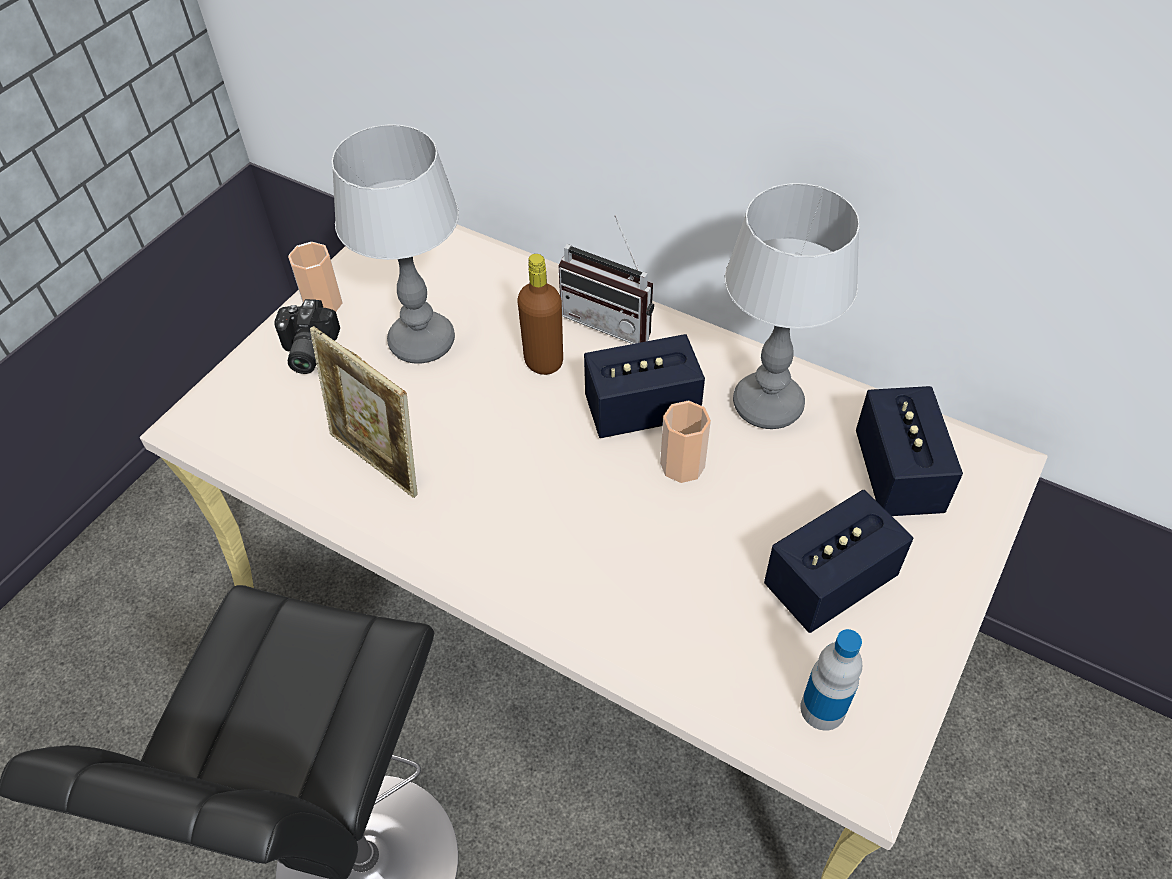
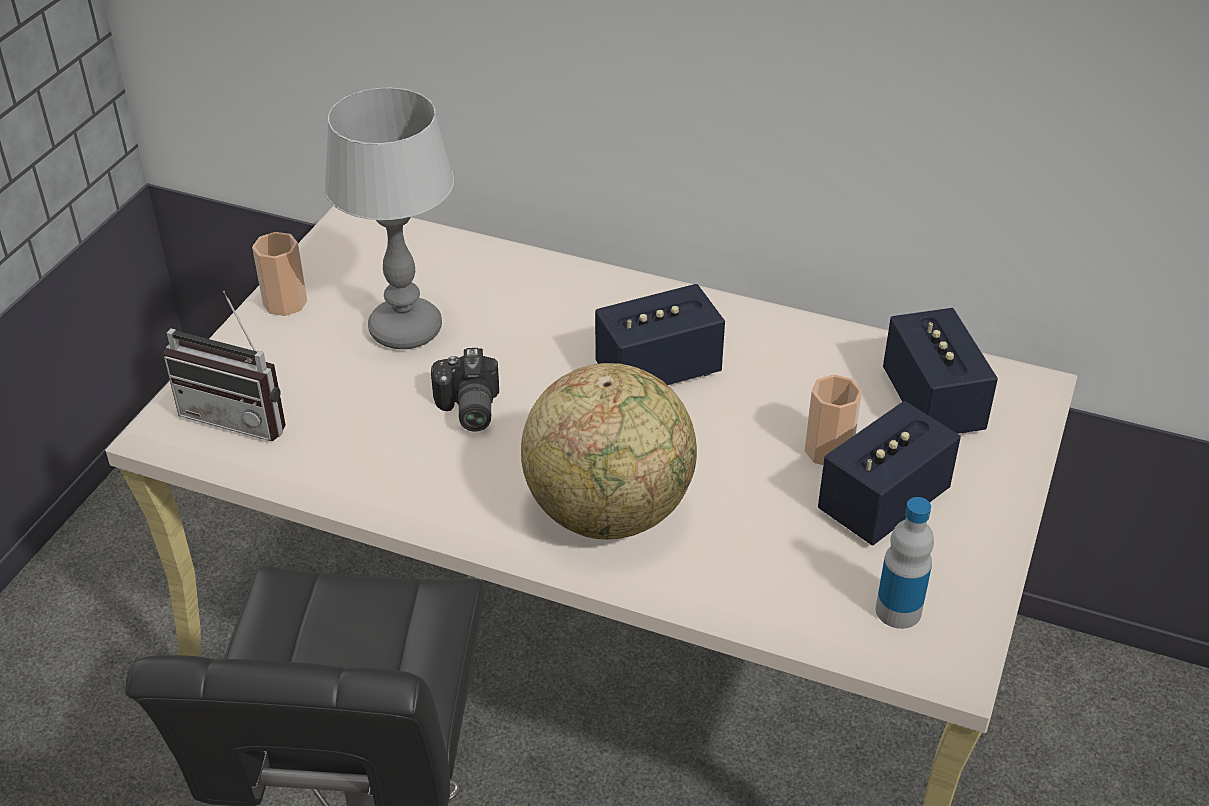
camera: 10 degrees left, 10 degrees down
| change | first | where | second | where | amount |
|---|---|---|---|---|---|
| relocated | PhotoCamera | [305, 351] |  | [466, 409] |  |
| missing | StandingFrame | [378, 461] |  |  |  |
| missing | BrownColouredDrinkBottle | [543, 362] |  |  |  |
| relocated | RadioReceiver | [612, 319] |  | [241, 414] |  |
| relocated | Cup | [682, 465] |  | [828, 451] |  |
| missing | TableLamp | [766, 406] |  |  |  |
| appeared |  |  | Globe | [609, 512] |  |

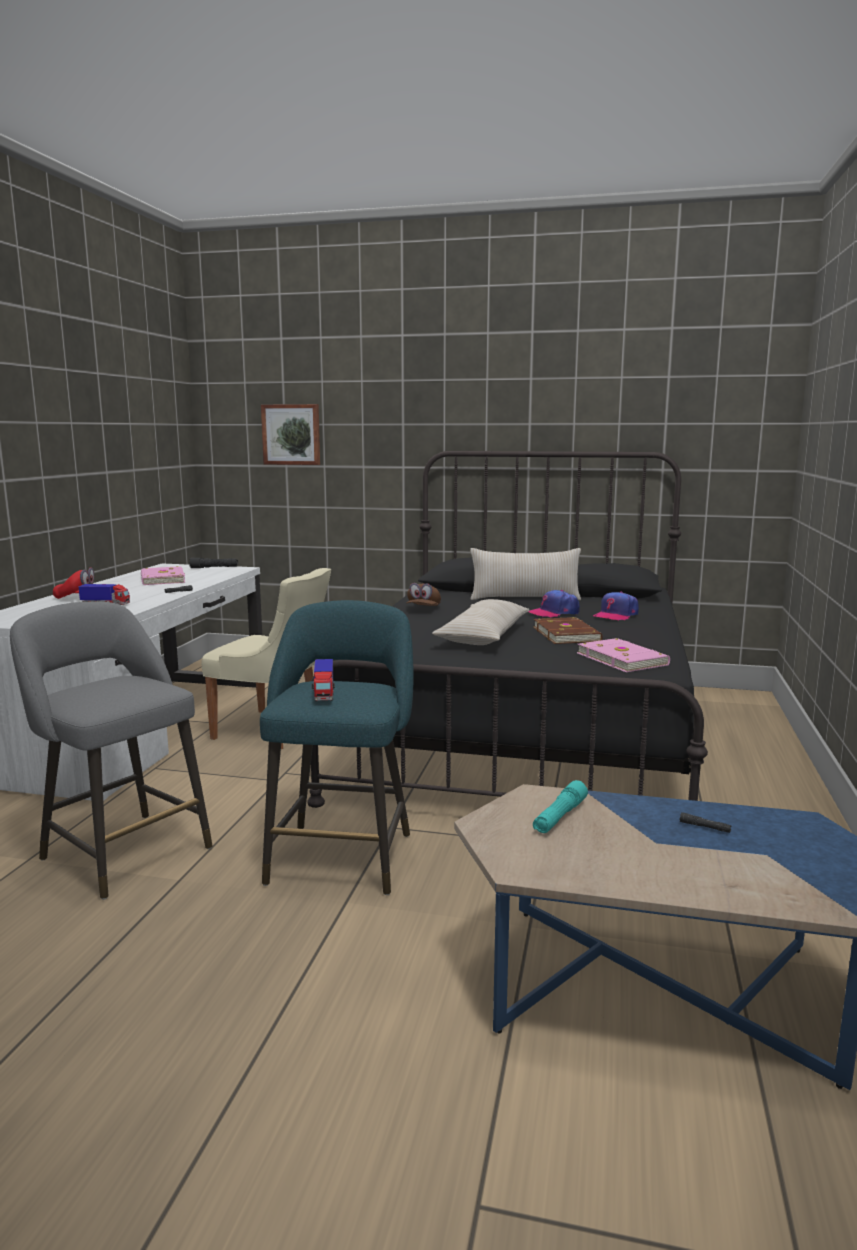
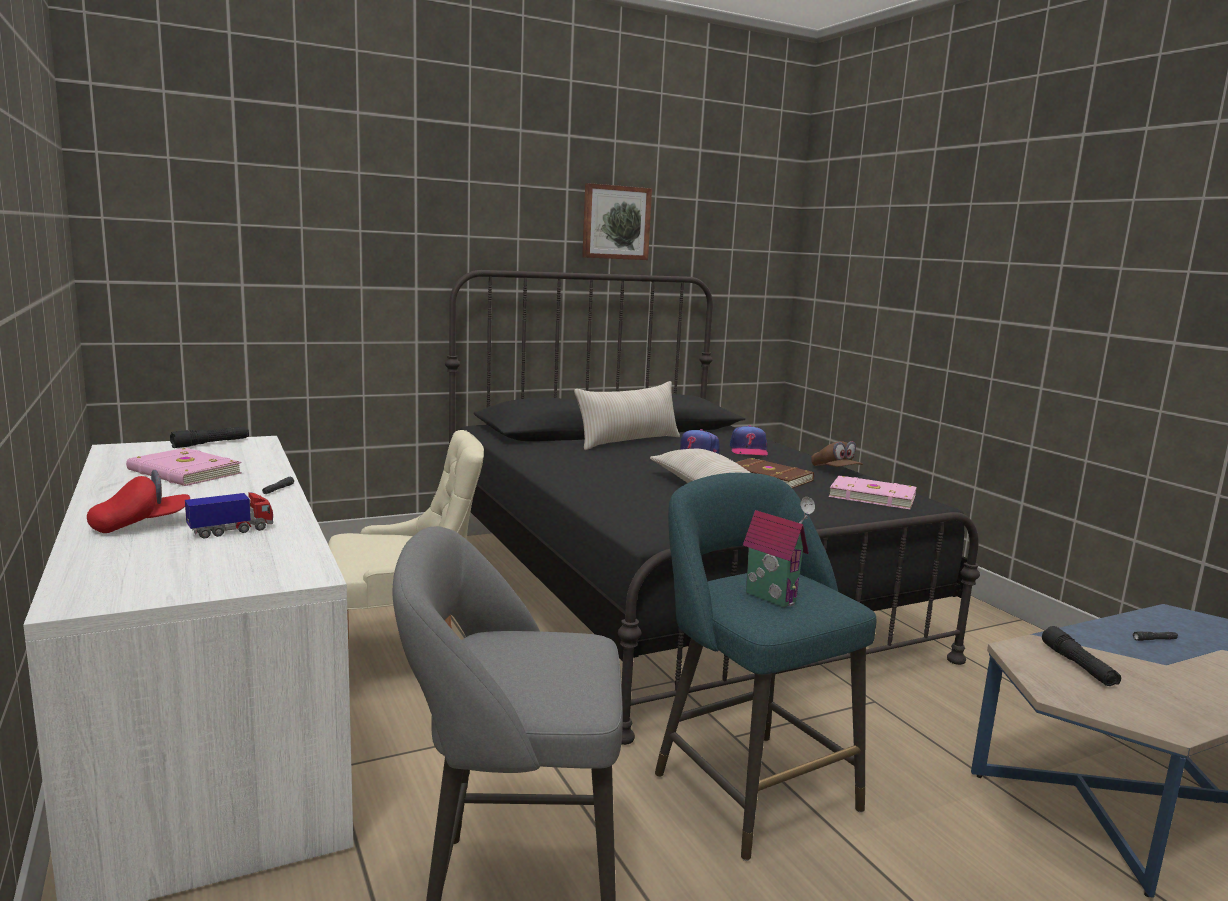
camera: 40 degrees left, 0 degrees up
| change | first | where | second | where | amount |
|---|---|---|---|---|---|
| relocated | WallArt | [291, 434] |  | [615, 222] |  |
| exchanged | ToyLorry | [324, 694] | ToyHouse | [773, 596] |  |
| relocated | BrownColouredBaseballCap | [423, 609] |  | [835, 471] |  |
| colour | BlueGreenFlashlight | [559, 817] | BlackColouredFlashlight | [1078, 666] |  |

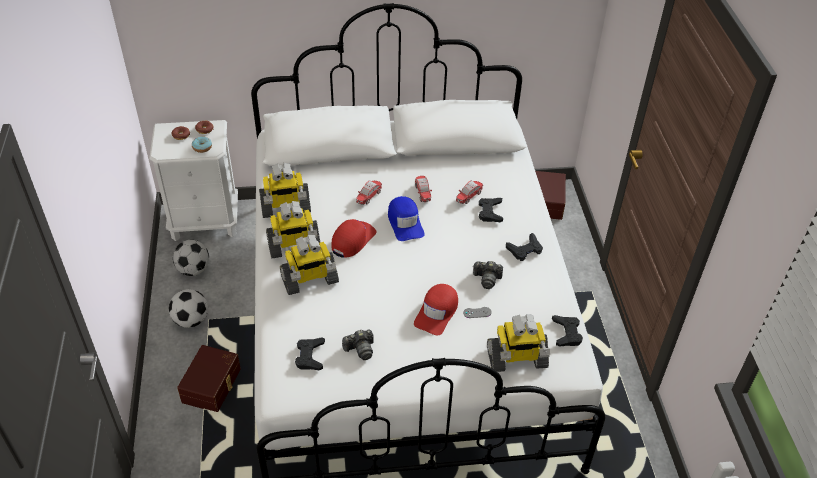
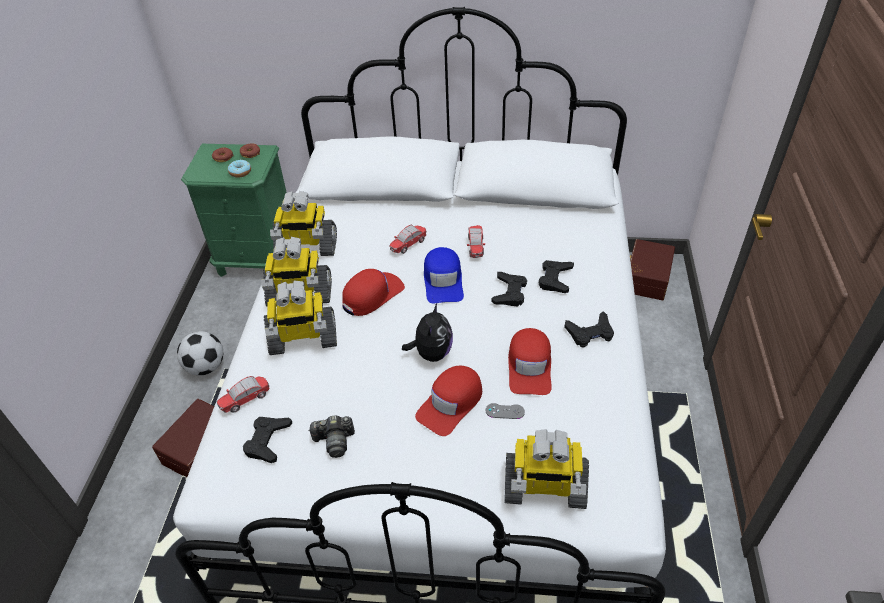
camera: 15 degrees right, 0 degrees up
| change | first | where | second | where | amount |
|---|---|---|---|---|---|
| colour | WhiteNightstand | [205, 221] | GreenishNightstand | [258, 259] |  |
| missing | BallForFootball | [193, 269] |  |  |  |
| relocated | ToyCar | [469, 197] |  | [246, 400] |  |
| exchanged | PhotoCamera | [487, 279] | RedBaseballCap | [530, 366] |  |
| relocated | BlackColouredJoypad | [566, 333] |  | [509, 292] |  |
| appeared |  |  | CuddlyToy | [431, 353] |  |

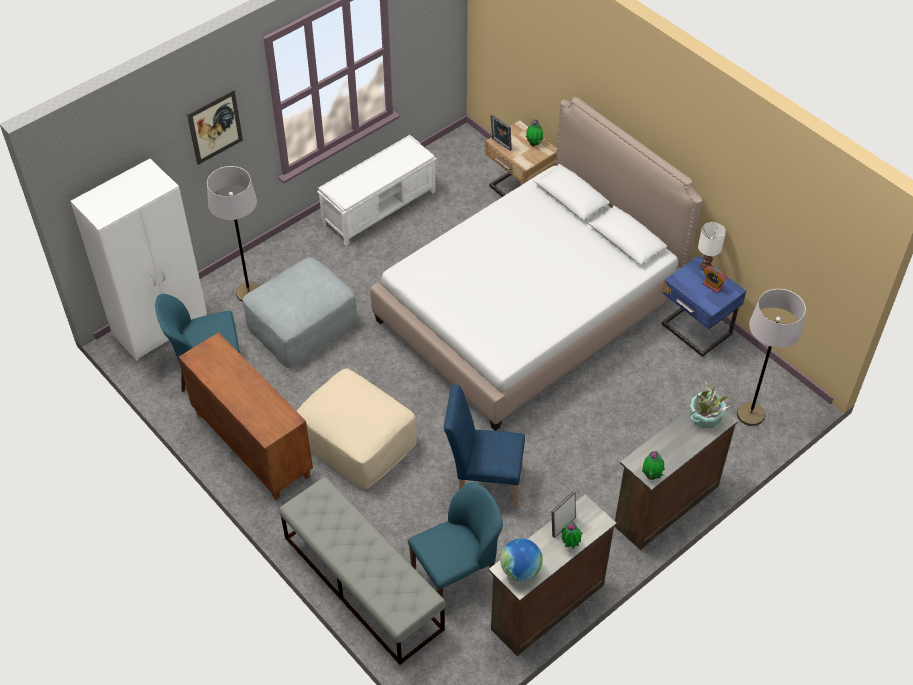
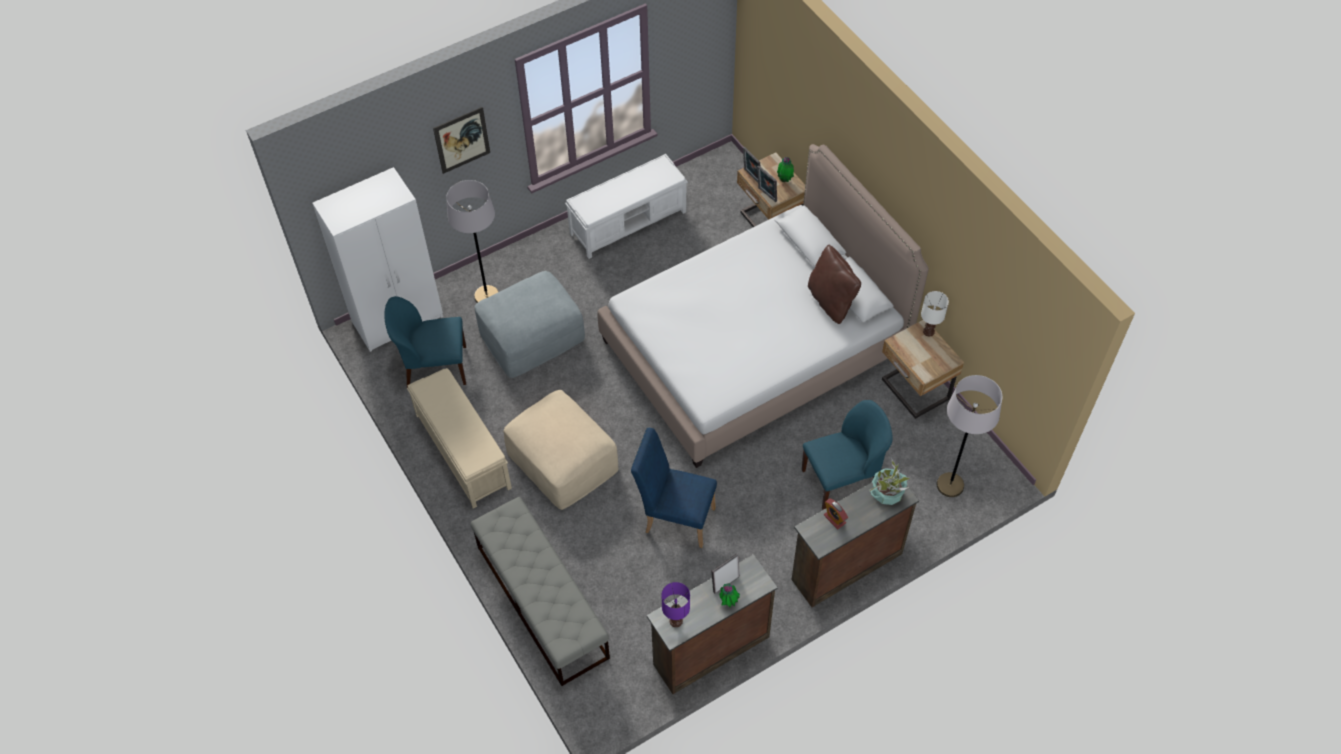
camera: 10 degrees right, 5 degrees up
| change | first | where | second | where | amount |
|---|---|---|---|---|---|
| exchanged | BrownColouredCabinet | [251, 445] | BeigeLongSeat | [462, 450] |  |
| relocated | BlueColouredPlainChair | [456, 572] |  | [841, 479] |  |
| exchanged | Globe | [521, 570] | PurpleColouredTableLamp | [676, 621] |  |
| missing | PottedPlant | [651, 476] |  |  |  |
| colour | BlueColouredNightstand | [695, 331] | BeigeNightstand | [914, 391] |  |
| relocated | BedsideClock | [712, 285] |  | [834, 519] |  |
| appeared |  |  | StandingFrame | [766, 195] |  |
| appeared |  |  | BrownColouredThrowPillow | [831, 301] |  |

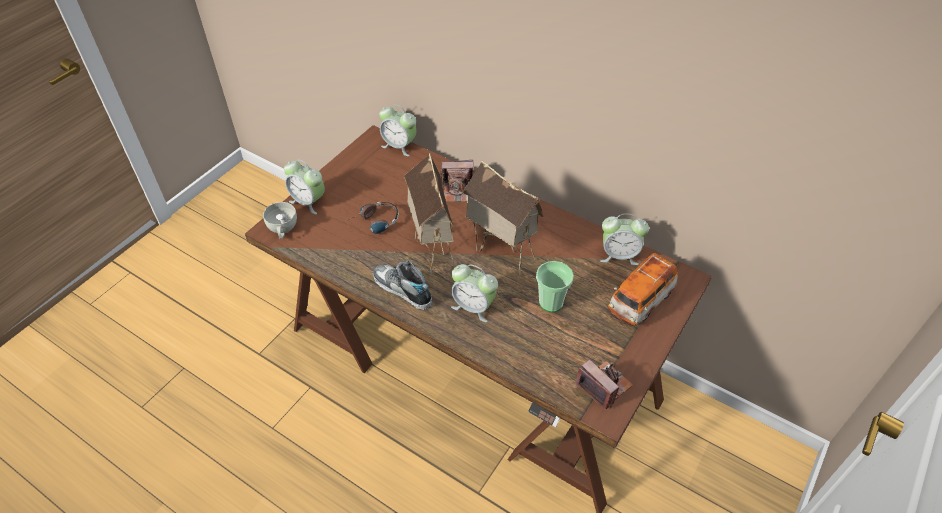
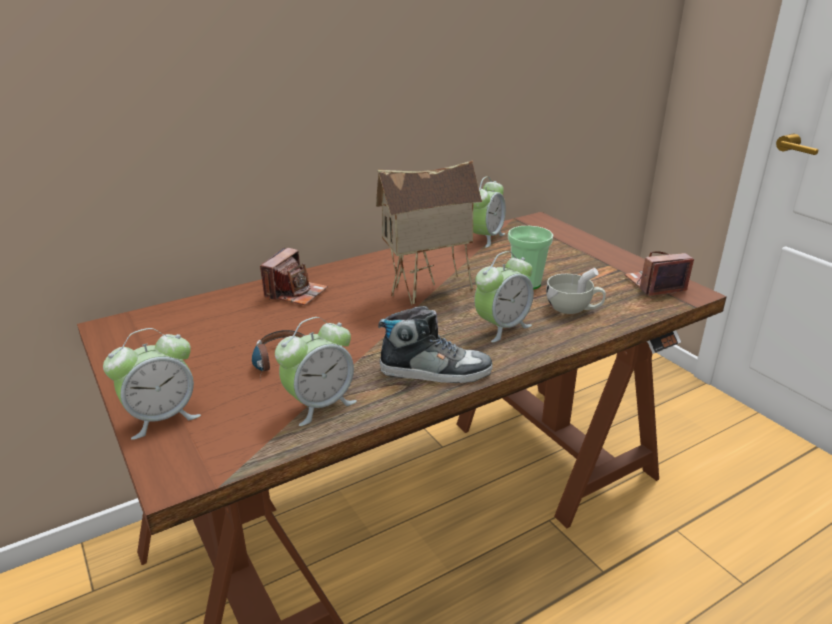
camera: 65 degrees left, 20 degrees down
| change | first | where | second | where | amount |
|---|---|---|---|---|---|
| relocated | WhiteCup | [282, 229] |  | [573, 309] |  |
| spun | LowShoe | [402, 290] |  | [435, 371] | 150 degrees counterclockwise |
| relocated | BedsideClock | [399, 146] |  | [319, 405] |  |
| missing | ToyHouse | [432, 250] |  |  |  |
| missing | ToyCar | [640, 301] |  |  |  |

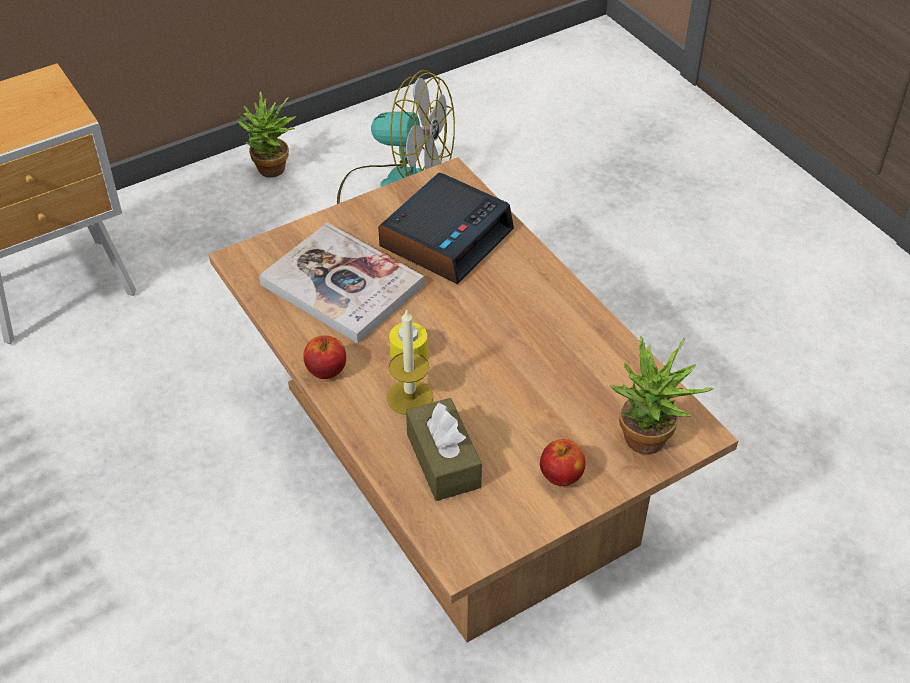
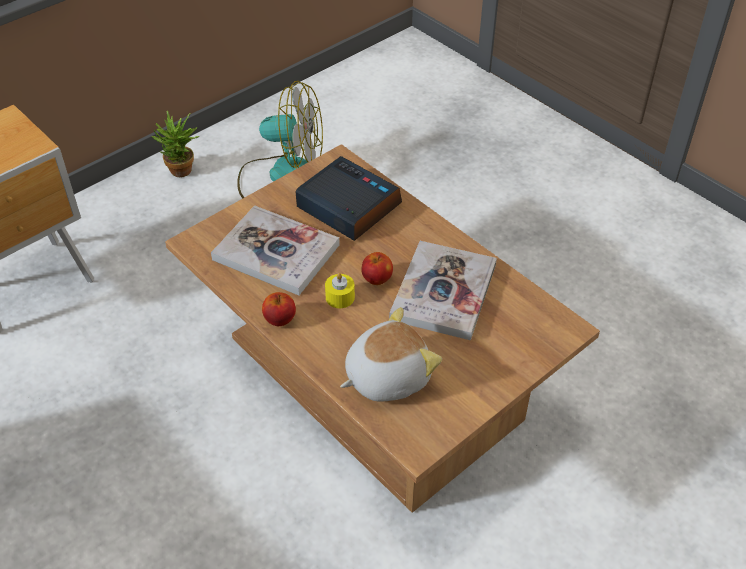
camera: 10 degrees left, 0 degrees up
| change | first | where | second | where | amount |
|---|---|---|---|---|---|
| spun | BedsideClock | [446, 238] |  | [347, 206] | 75 degrees counterclockwise |
| missing | WaxCandle | [410, 397] |  |  |  |
| exchanged | BrownColouredTissueBox | [443, 460] | CuddlyToy | [386, 376] |  |
| relocated | WholeApple | [561, 476] |  | [377, 279] |  |
| missing | PottedPlant | [649, 445] |  |  |  |
| appeared |  |  | Book | [443, 292] |  |

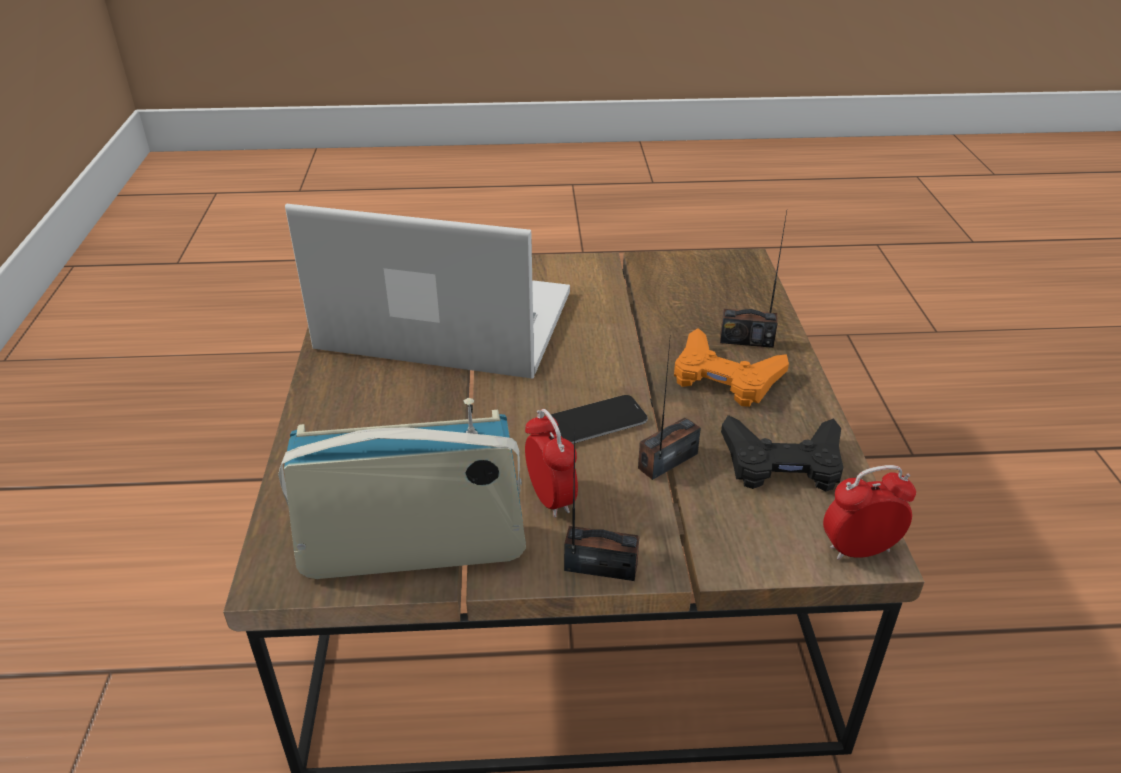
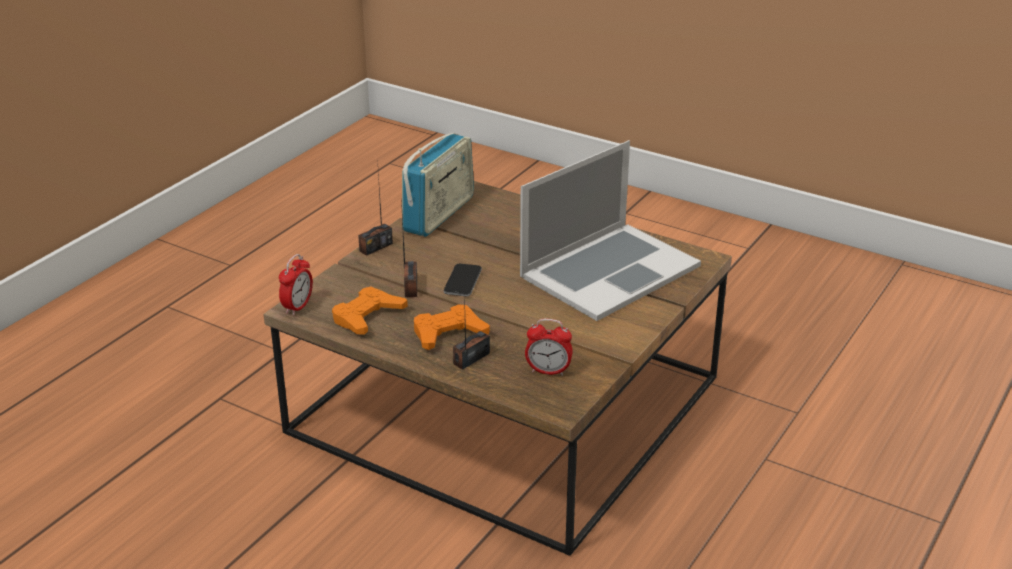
camera: 125 degrees right, 5 degrees down
| change | first | where | second | where | amount |
|---|---|---|---|---|---|
| relocated | BedsideClock | [551, 498] |  | [548, 371] |  |
| colour | BlackColouredJoypad | [783, 462] | OrangeColouredJoypad | [367, 316] |  |

